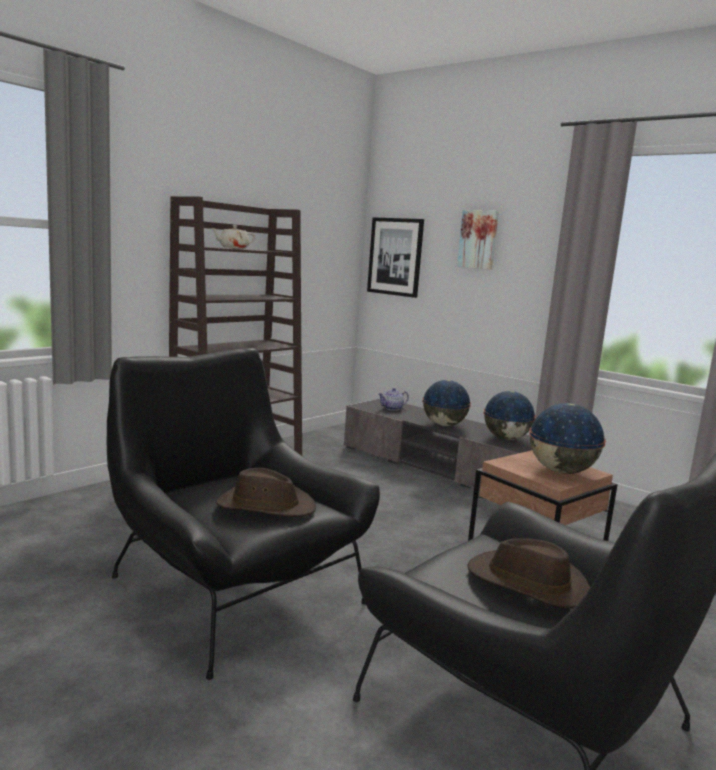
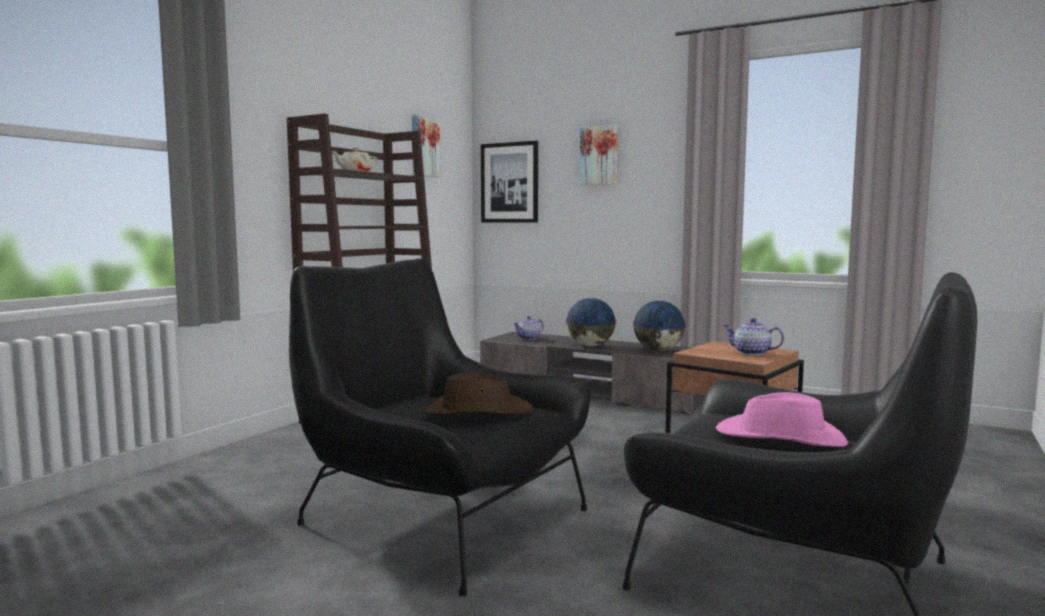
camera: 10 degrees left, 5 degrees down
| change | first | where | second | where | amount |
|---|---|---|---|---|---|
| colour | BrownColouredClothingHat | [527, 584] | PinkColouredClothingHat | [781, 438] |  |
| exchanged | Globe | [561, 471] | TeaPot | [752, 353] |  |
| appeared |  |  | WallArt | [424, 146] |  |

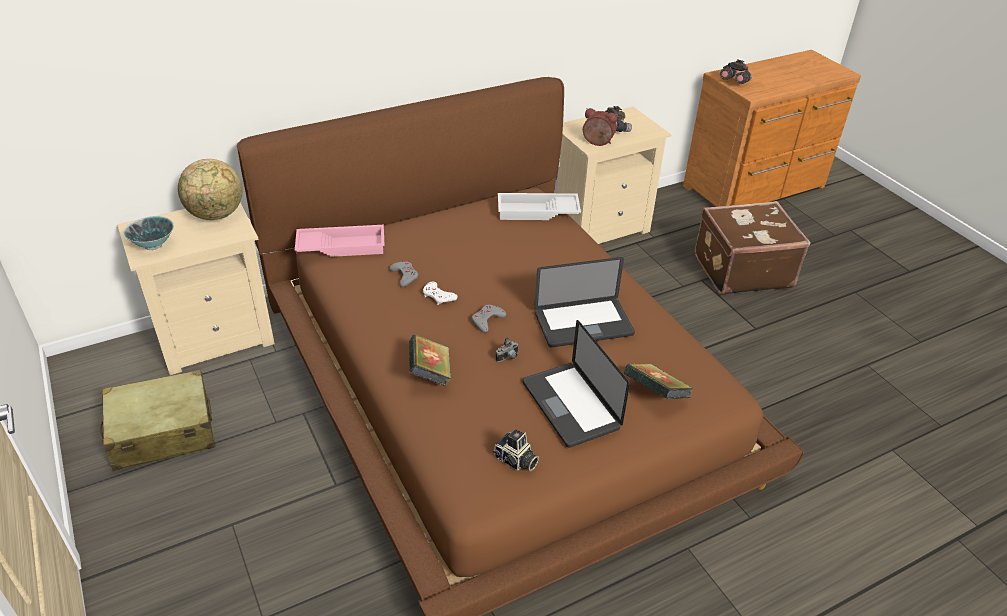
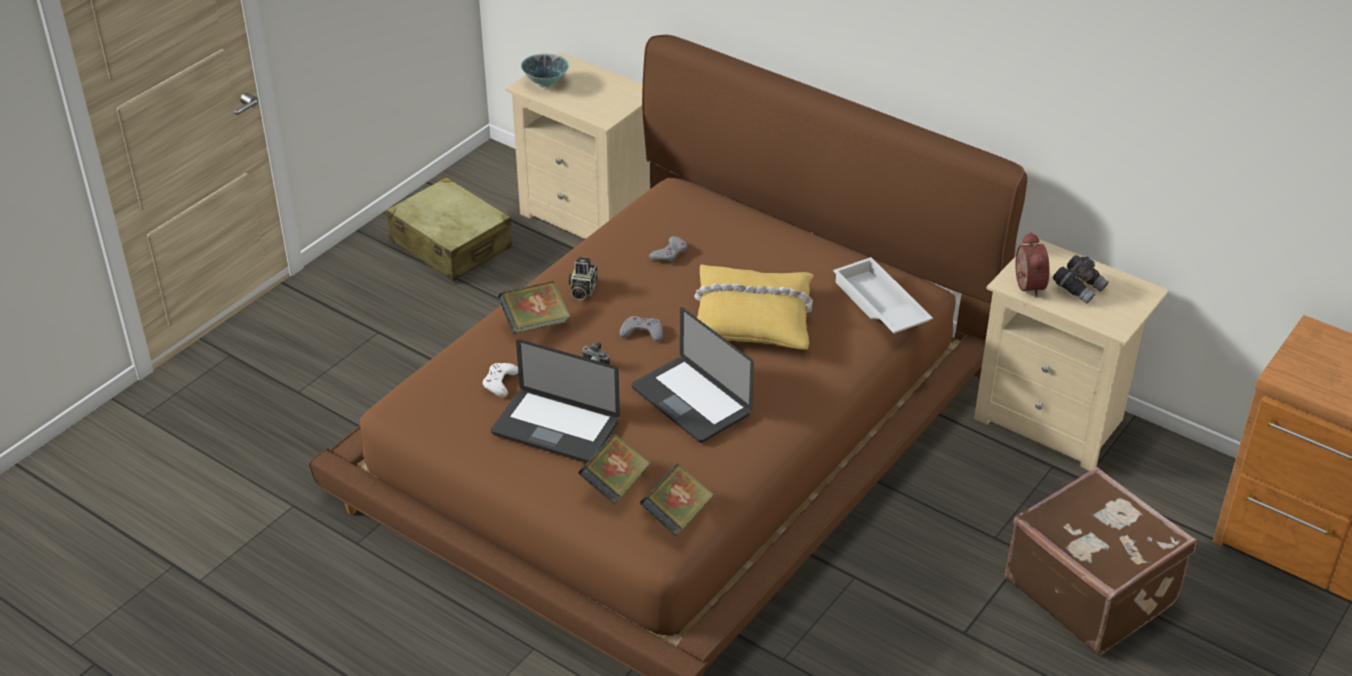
camera: 65 degrees right, 0 degrees up
| change | first | where | second | where | amount |
|---|---|---|---|---|---|
| missing | Globe | [216, 215] |  |  |  |
| missing | PinkColouredCarryingTray | [342, 245] |  |  |  |
| relocated | WhiteJoypad | [438, 296] |  | [500, 382] |  |
| relocated | PhotoCamera | [515, 461] |  | [582, 289] |  |
| spun | NotebookComputer | [570, 405] |  | [555, 428] | 105 degrees counterclockwise |
| missing | GreyFieldGlasses | [734, 82] |  |  |  |
| appeared |  |  | Book | [677, 515] |  |
| appeared |  |  | YellowishThrowPillow | [751, 318] |  |

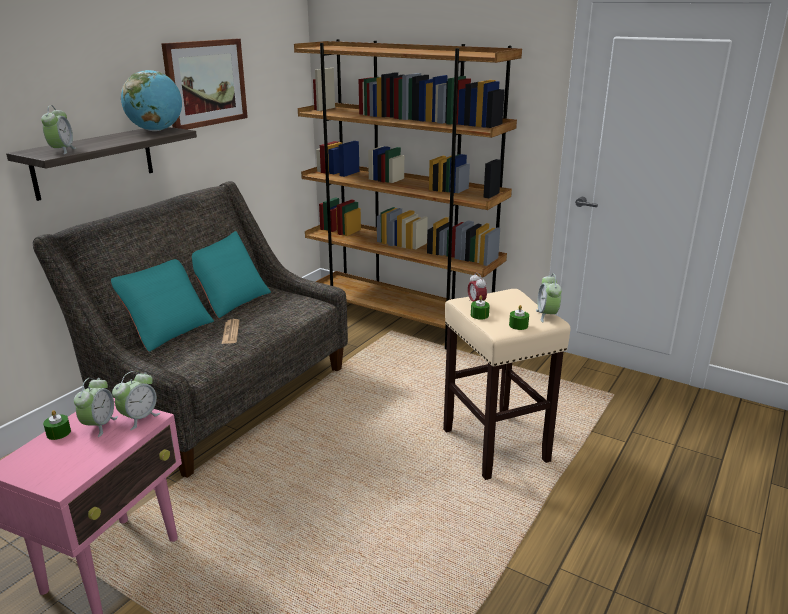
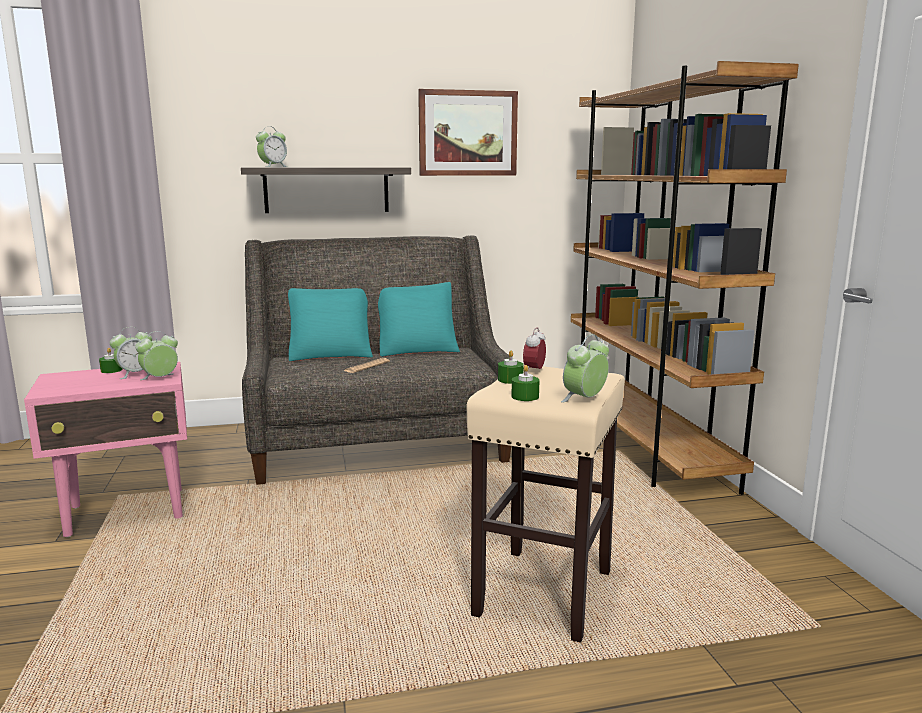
camera: 45 degrees right, 10 degrees down
| change | first | where | second | where | amount |
|---|---|---|---|---|---|
| spun | BedsideClock | [139, 418] |  | [160, 378] | 150 degrees clockwise |
| missing | Globe | [156, 130] |  |  |  |

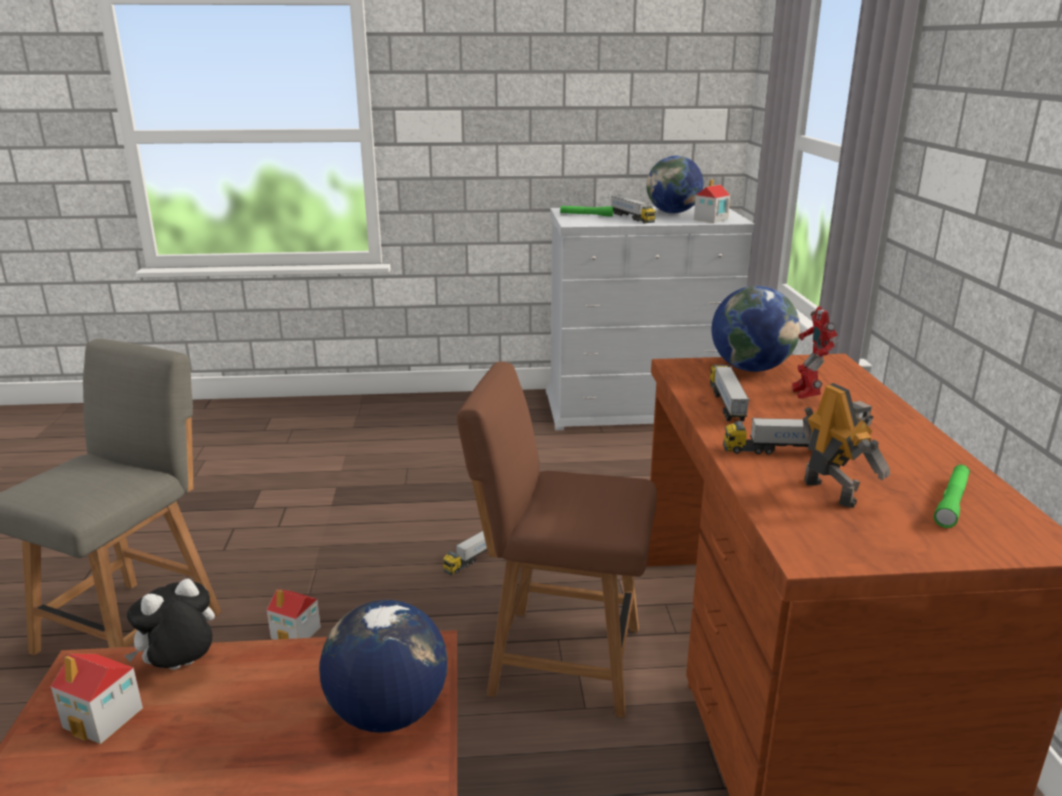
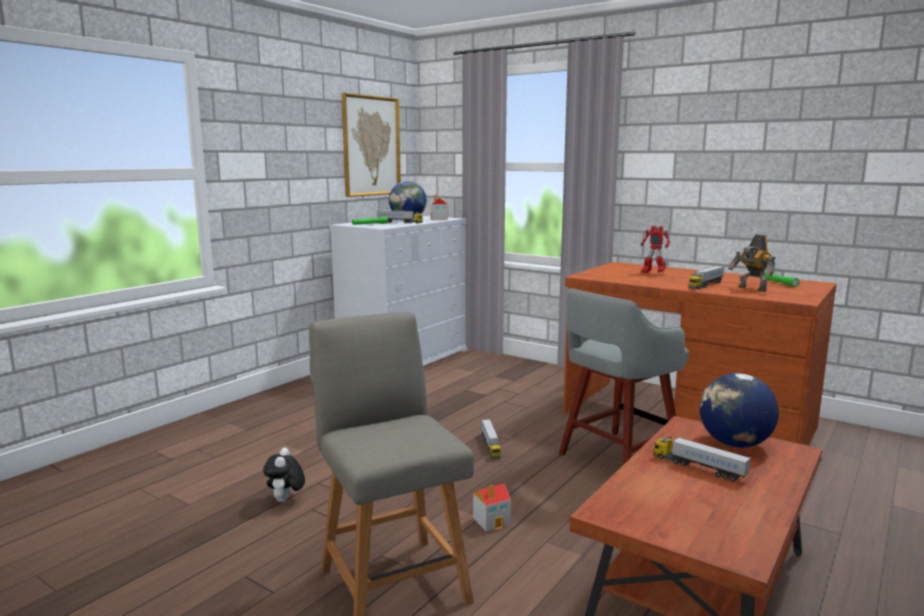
camera: 50 degrees left, 10 degrees down
| change | first | where | second | where | amount |
|---|---|---|---|---|---|
| missing | ToyHouse | [104, 718] |  |  |  |
| relocated | CuddlyToy | [181, 668] |  | [285, 500] |  |
| exchanged | BrownColouredPlainChair | [559, 658] | GreyStoolSeat | [616, 458] |  |
| relocated | ToyLorry | [726, 403] |  | [698, 468] |  |
| missing | Globe | [750, 368] |  |  |  |
| spun | RobotFigure | [831, 491] |  | [751, 289] | 135 degrees counterclockwise |
| appeared |  |  | WallArt | [371, 146] |  |

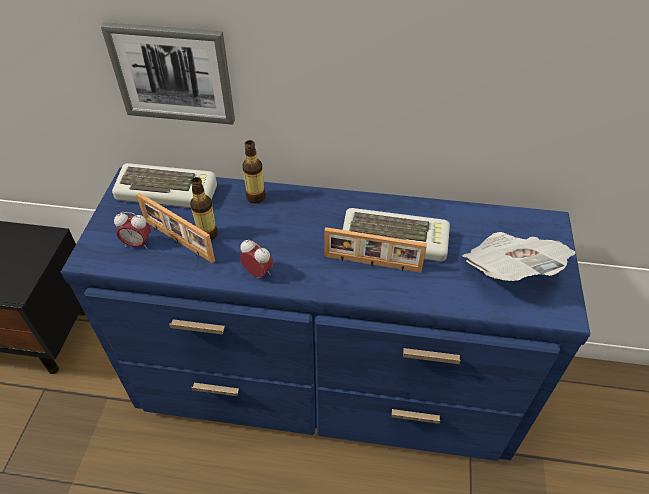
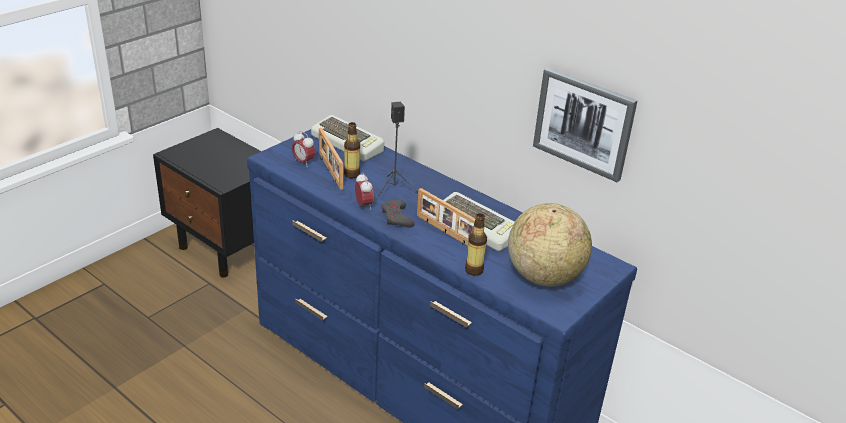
camera: 30 degrees right, 15 degrees down
| change | first | where | second | where | amount |
|---|---|---|---|---|---|
| relocated | WallArt | [173, 73] |  | [584, 123] |  |
| relocated | DrinkBottle | [256, 197] |  | [474, 270] |  |
| exchanged | PrintedPaper | [509, 270] | Globe | [544, 276] |  |
| appeared |  |  | BlackColouredSpeaker | [395, 189] |  |
| appeared |  |  | GreyJoypad | [397, 217] |  |

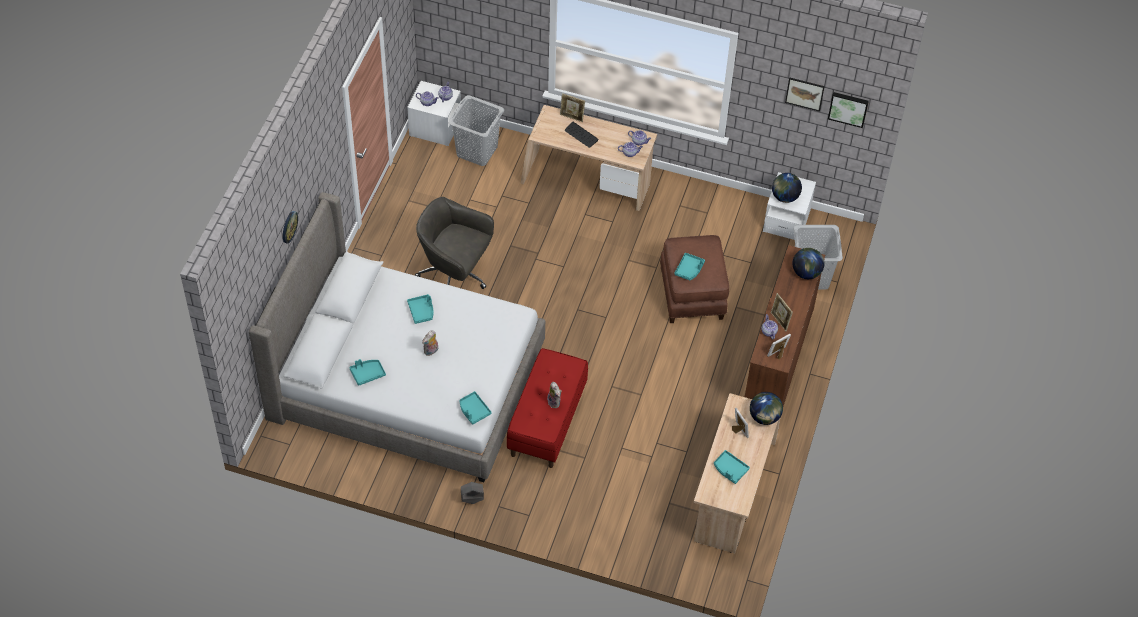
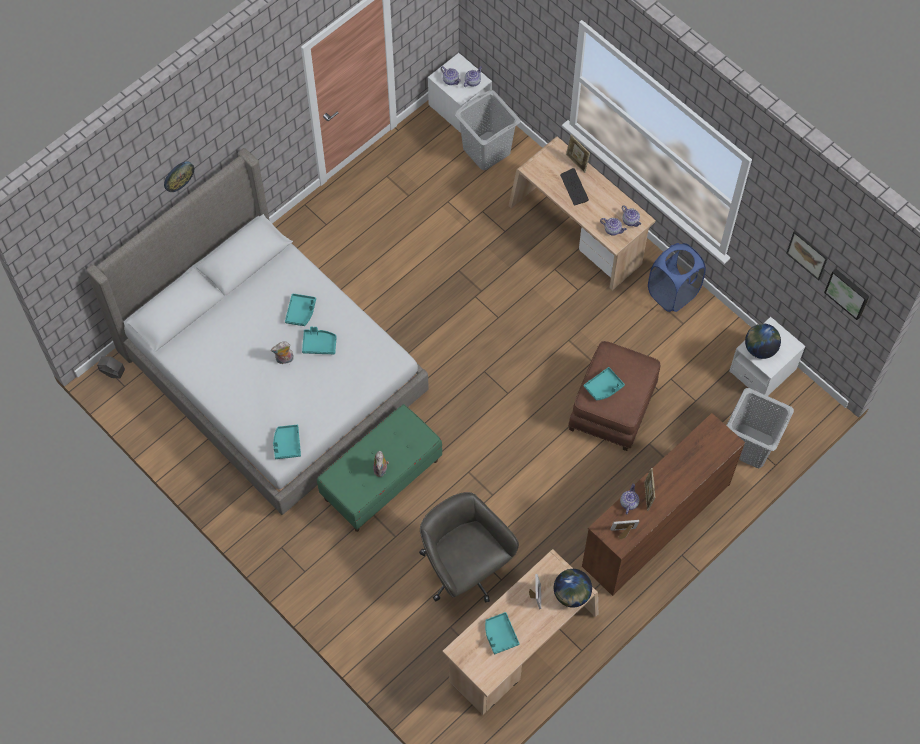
camera: 30 degrees right, 10 degrees up
| change | first | where | second | where | amount |
|---|---|---|---|---|---|
| relocated | BlueGreenCarryingTray | [367, 374] |  | [319, 344] |  |
| relocated | GreyOfficeChair | [455, 275] |  | [464, 569] |  |
| relocated | GreyPlantPot | [472, 499] |  | [113, 373] |  |
| colour | RedLongSeat | [547, 421] | GreenishLongSeat | [381, 479] |  |
| missing | Globe | [806, 272] |  |  |  |
| appeared |  |  | BlueColouredLaundryBasket | [673, 293] |  |

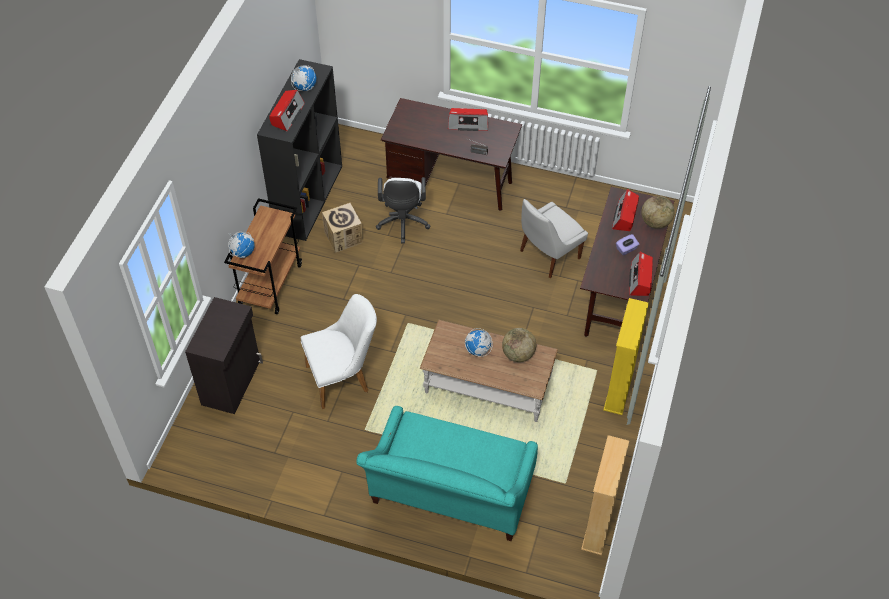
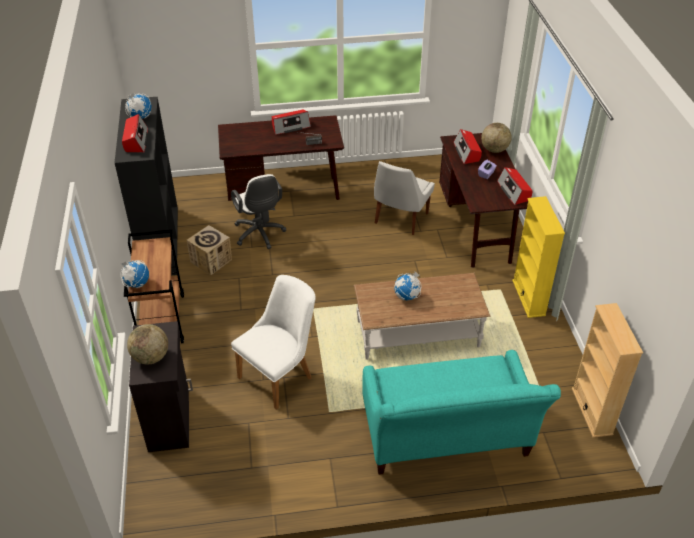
camera: 25 degrees left, 10 degrees down
| change | first | where | second | where | amount |
|---|---|---|---|---|---|
| relocated | Globe | [518, 354] |  | [151, 357] |  |

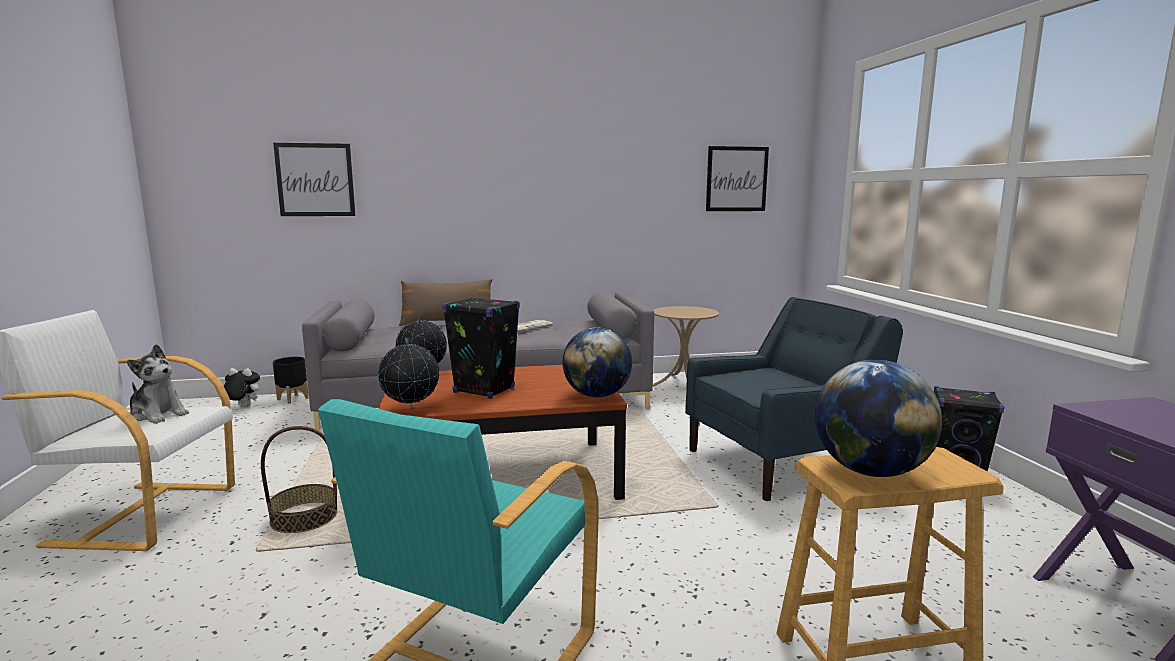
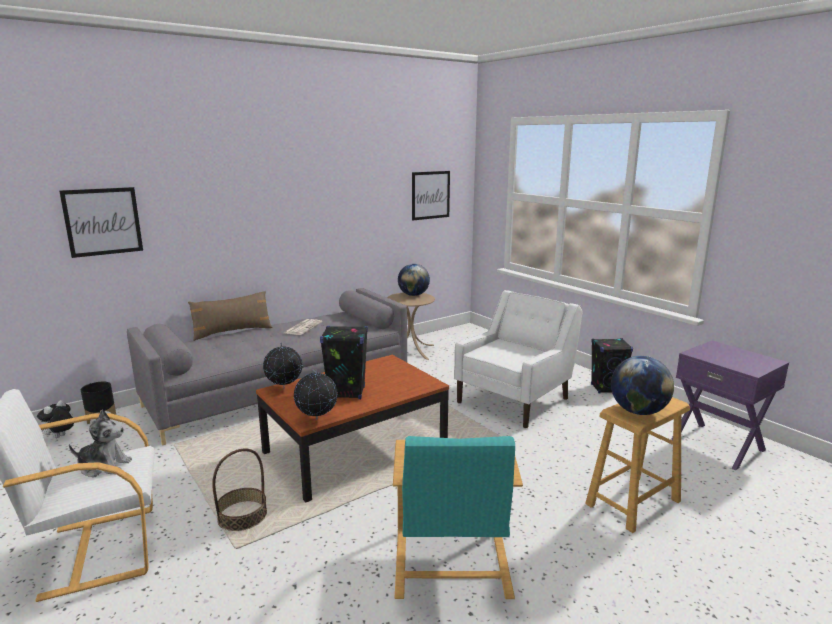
camera: 25 degrees left, 5 degrees up
| change | first | where | second | where | amount |
|---|---|---|---|---|---|
| spun | CuddlyToy | [242, 407] |  | [60, 437] | 45 degrees counterclockwise |
| relocated | Globe | [597, 395] |  | [413, 295] |  |
| colour | BlueColouredEasyChair | [781, 462] | WhiteEasyChair | [515, 400] |  |

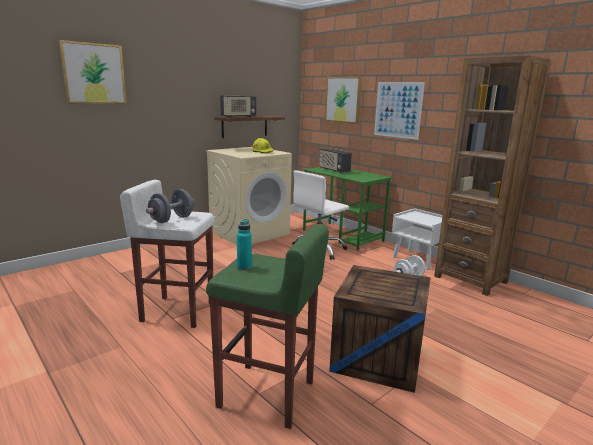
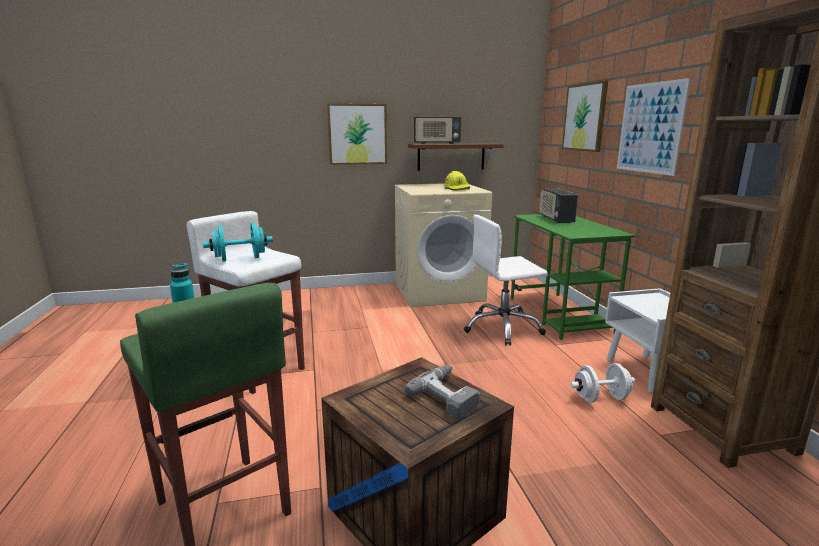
camera: 30 degrees right, 0 degrees up
| change | first | where | second | where | amount |
|---|---|---|---|---|---|
| relocated | WallArt | [94, 73] |  | [357, 134] |  |
| colour | GreyHandWeight | [172, 219] | BlueGreenHandWeight | [240, 259] |  |
| appeared |  |  | Drill | [449, 395] |  |

